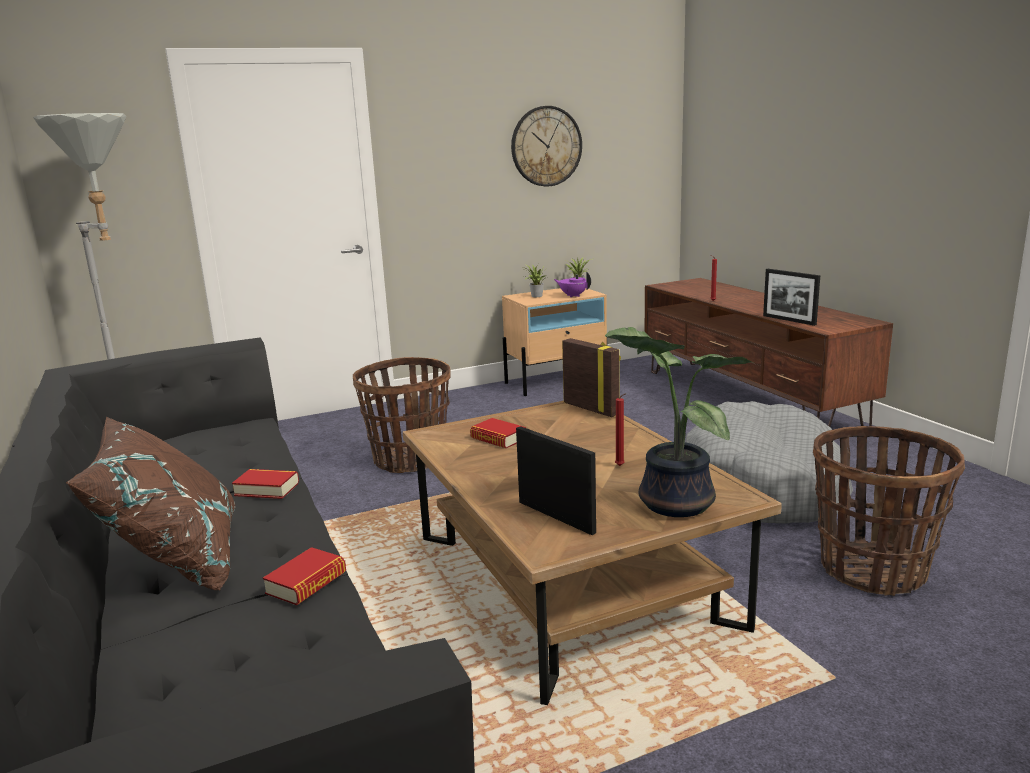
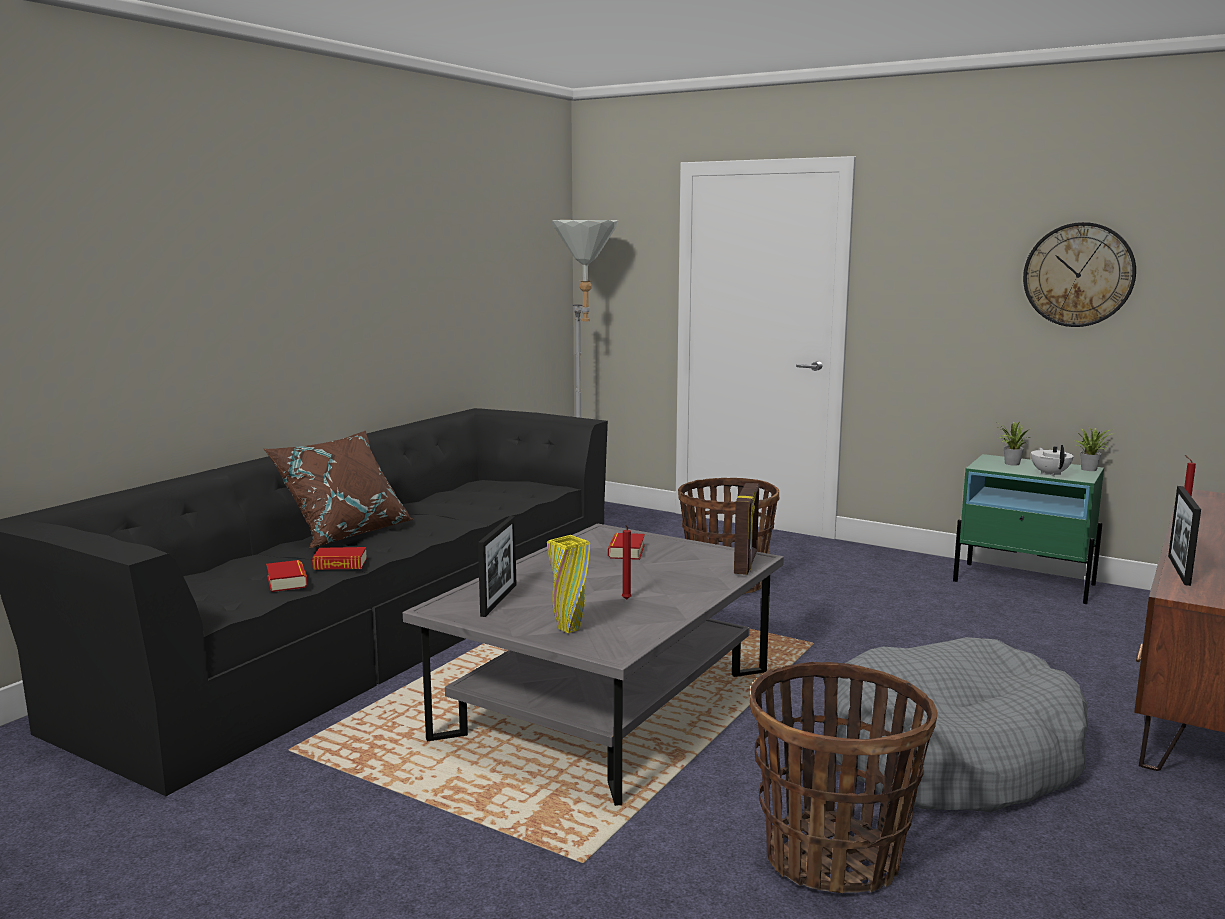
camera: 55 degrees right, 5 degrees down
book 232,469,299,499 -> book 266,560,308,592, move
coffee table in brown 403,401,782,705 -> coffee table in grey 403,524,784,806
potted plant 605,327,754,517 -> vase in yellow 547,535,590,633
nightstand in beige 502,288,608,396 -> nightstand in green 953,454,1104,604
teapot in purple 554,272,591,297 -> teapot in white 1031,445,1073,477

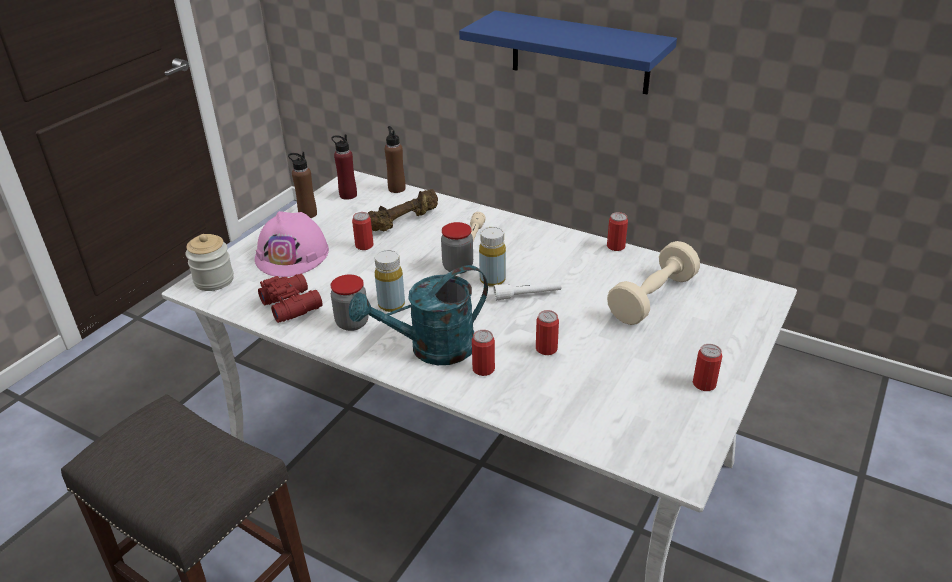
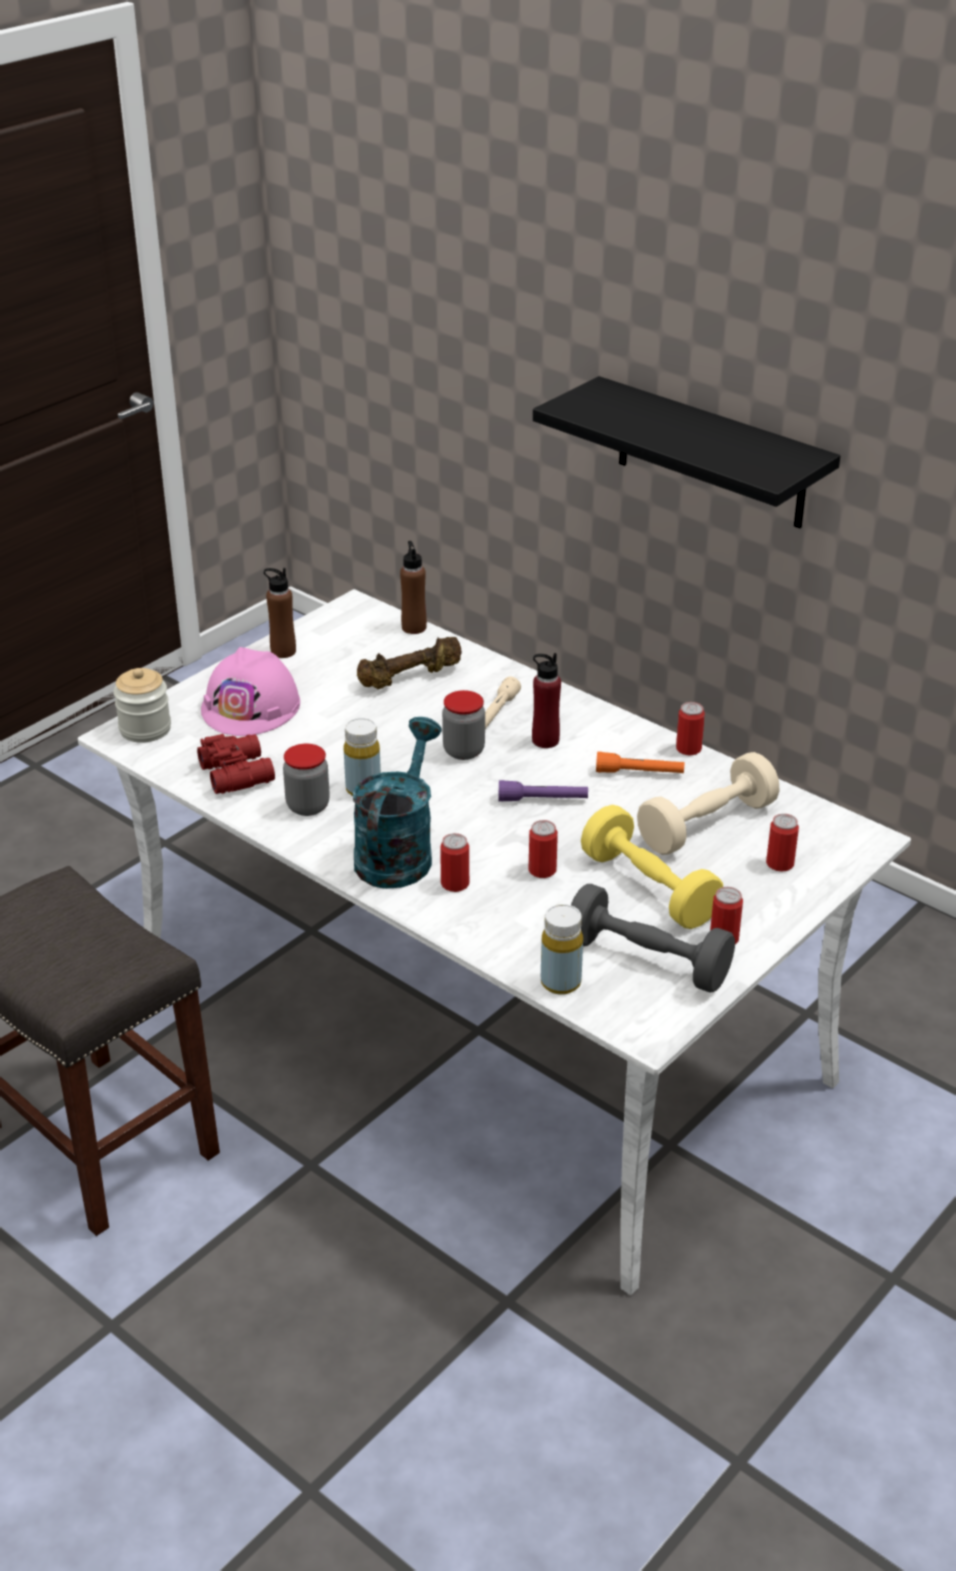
camera: 10 degrees right, 0 degrees up
watering can in turquoise 349,265,488,365 -> watering can in turquoise 353,717,442,889, 120 degrees clockwise
flashlight in white 494,282,561,301 -> flashlight in purple 499,780,588,802
bottle in red 331,134,357,200 -> bottle in red 532,653,561,748, move
shelf in blue 459,10,677,94 -> shelf in black 533,376,840,528
bottle in yellow 479,227,506,287 -> bottle in yellow 541,904,583,995, move
none -> dumbbell in grey 571,884,735,993
none -> dumbbell in yellow 581,805,723,929
none -> flashlight in orange 596,752,685,773
can 352,212,374,250 -> can 766,814,799,872, move

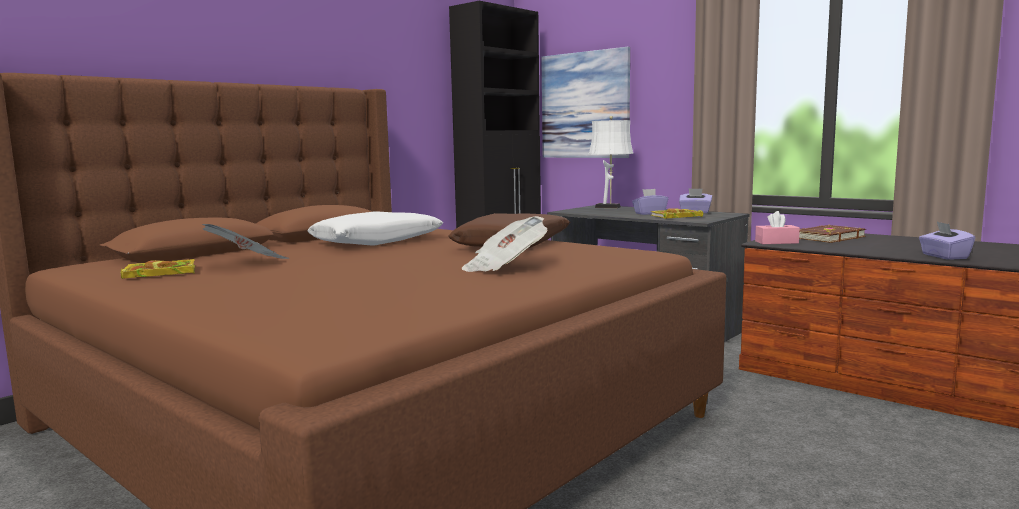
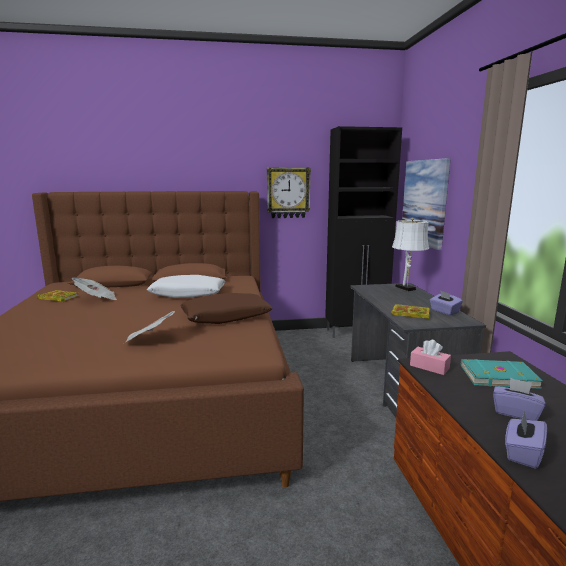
camera: 40 degrees right, 5 degrees up
none -> wall clock 267,168,311,218
book in brown 799,225,866,243 -> book in turquoise 461,359,543,389
tissue box in purple 632,189,668,215 -> tissue box in purple 493,378,546,421, move

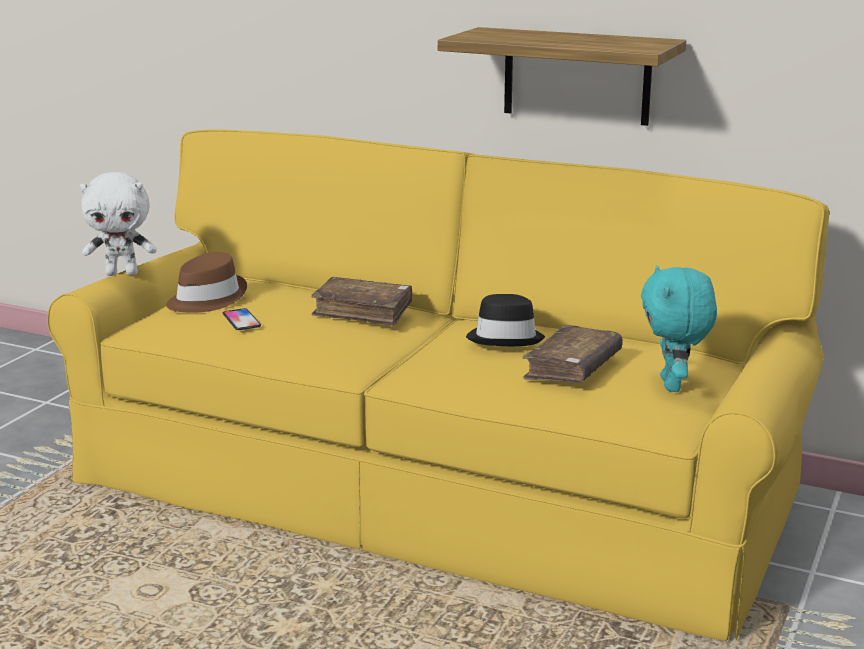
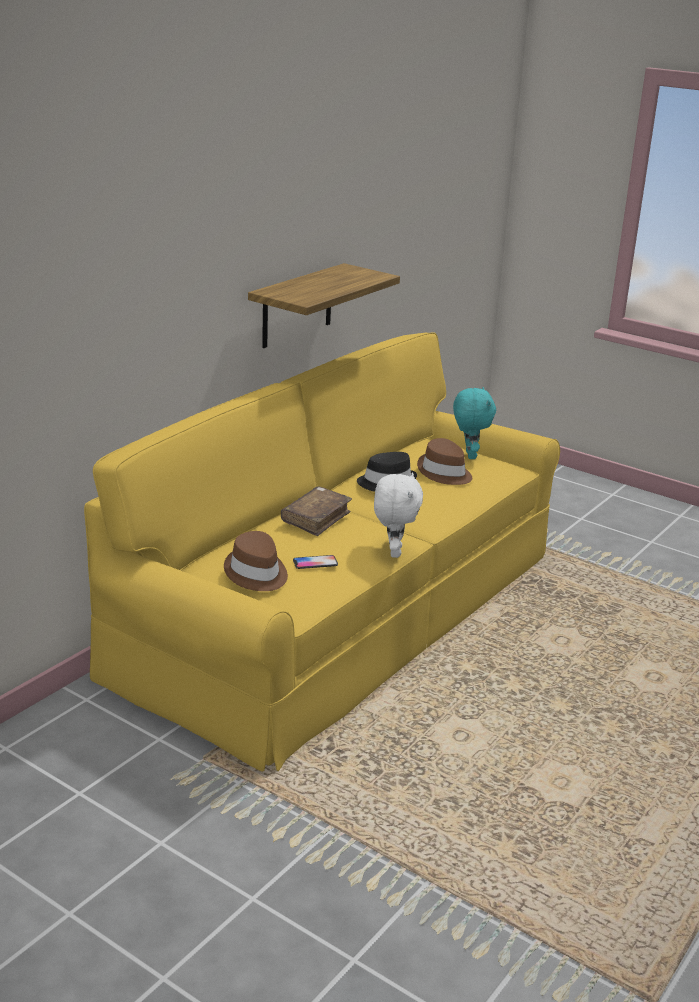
camera: 80 degrees left, 5 degrees up
plush toy in white 80,172,157,276 -> plush toy in white 374,472,423,558, move
book in brown 522,324,623,383 -> hat in brown 417,438,472,485
plush toy in turquoise 641,265,717,392 -> plush toy in turquoise 453,387,496,459, 105 degrees counterclockwise

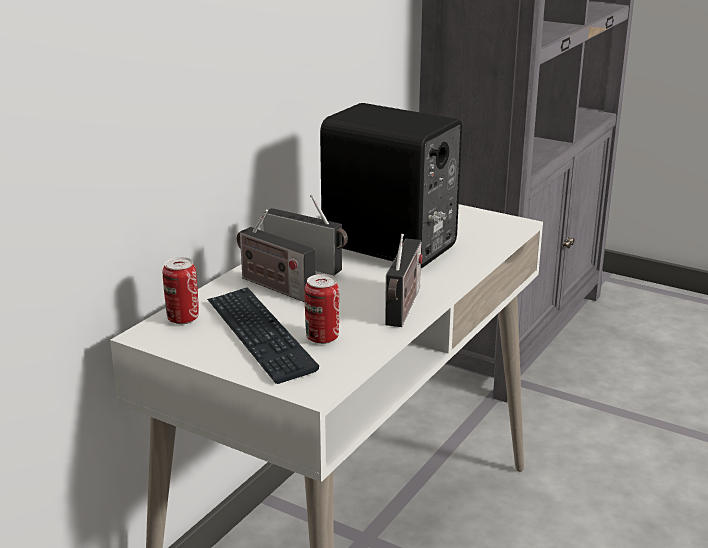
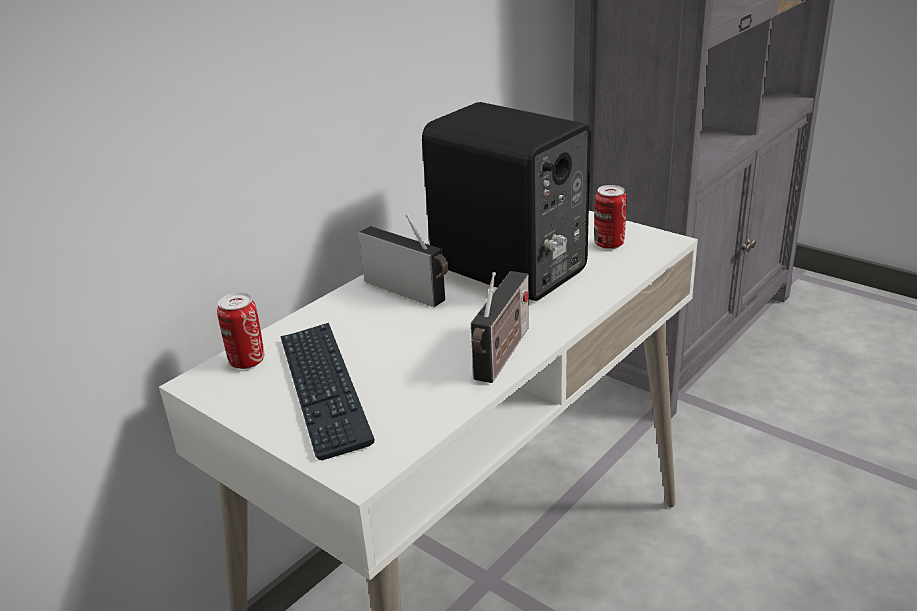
camera: 10 degrees right, 5 degrees up
can 305,274,339,344 -> can 594,185,627,249, move
radio 237,209,315,302 -> none

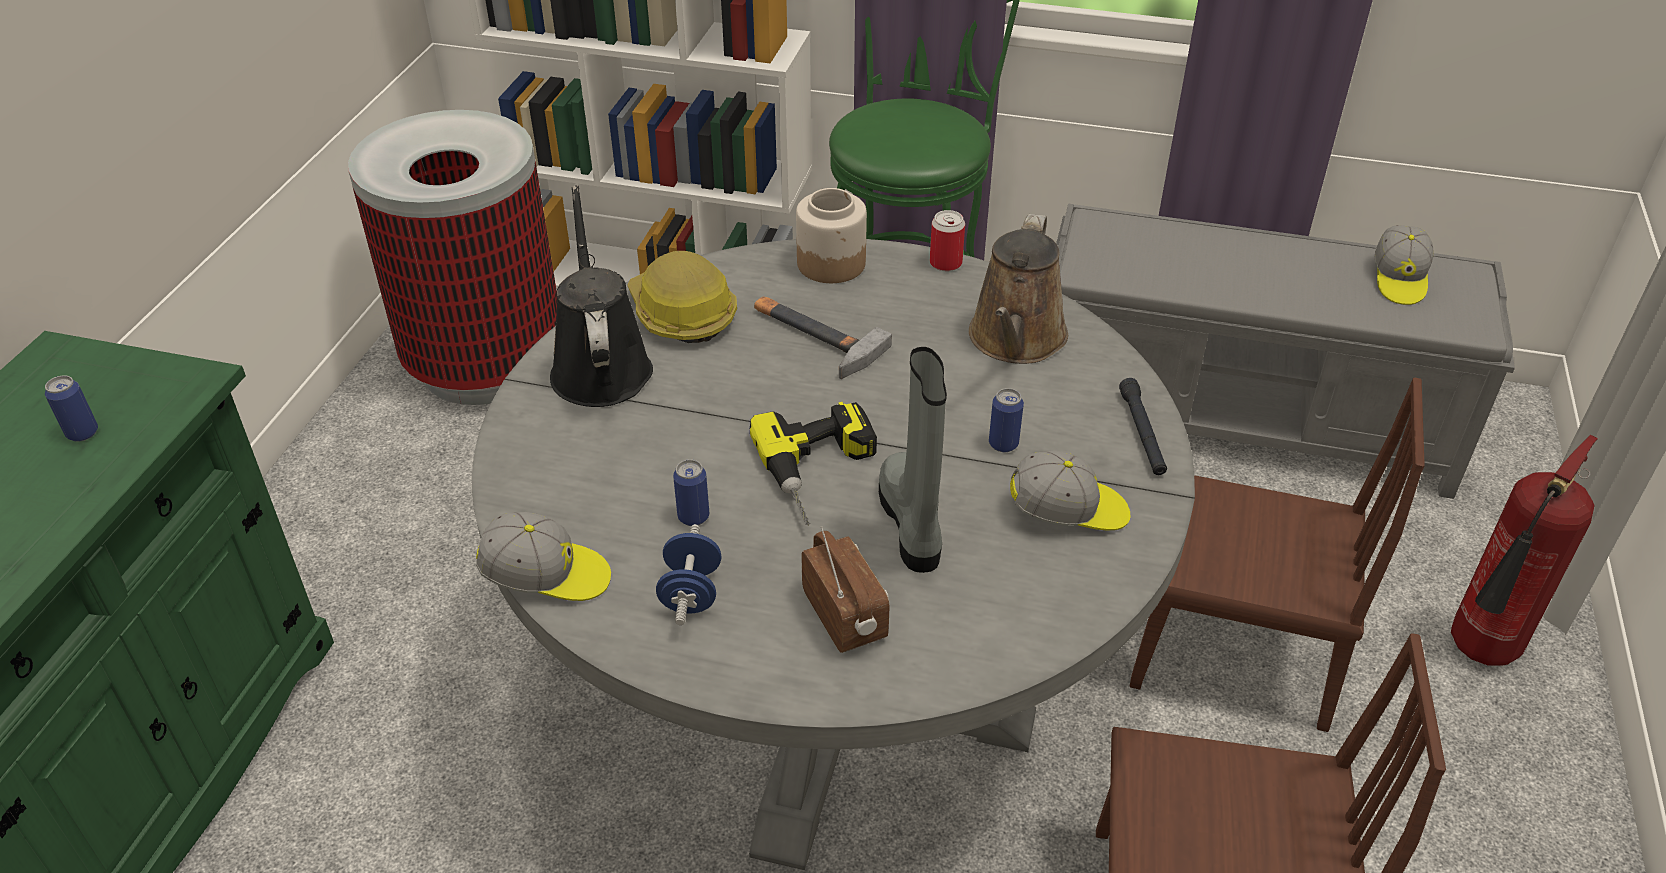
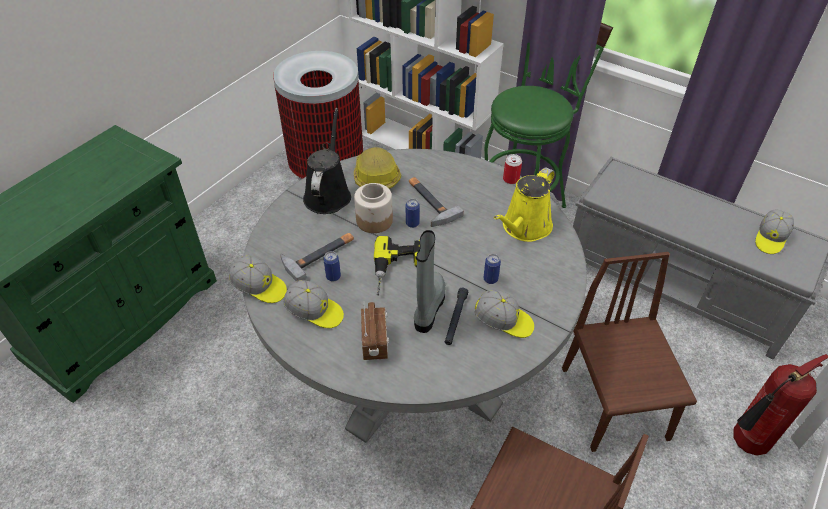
camera: 20 degrees right, 5 degrees up
none -> hammer 280,233,354,281
dumbbell in blue 656,524,722,625 -> cap 283,280,344,328
jar 796,188,867,283 -> jar 354,183,393,233, move
can 45,375,98,442 -> can 406,199,420,228, move
flashlight in black 1119,378,1167,475 -> flashlight in black 445,288,468,345, move
watering can in brown 969,214,1068,364 -> watering can in yellow 494,167,555,242
chair in brown 1129,378,1425,732 -> chair in brown 562,252,697,452, 135 degrees counterclockwise

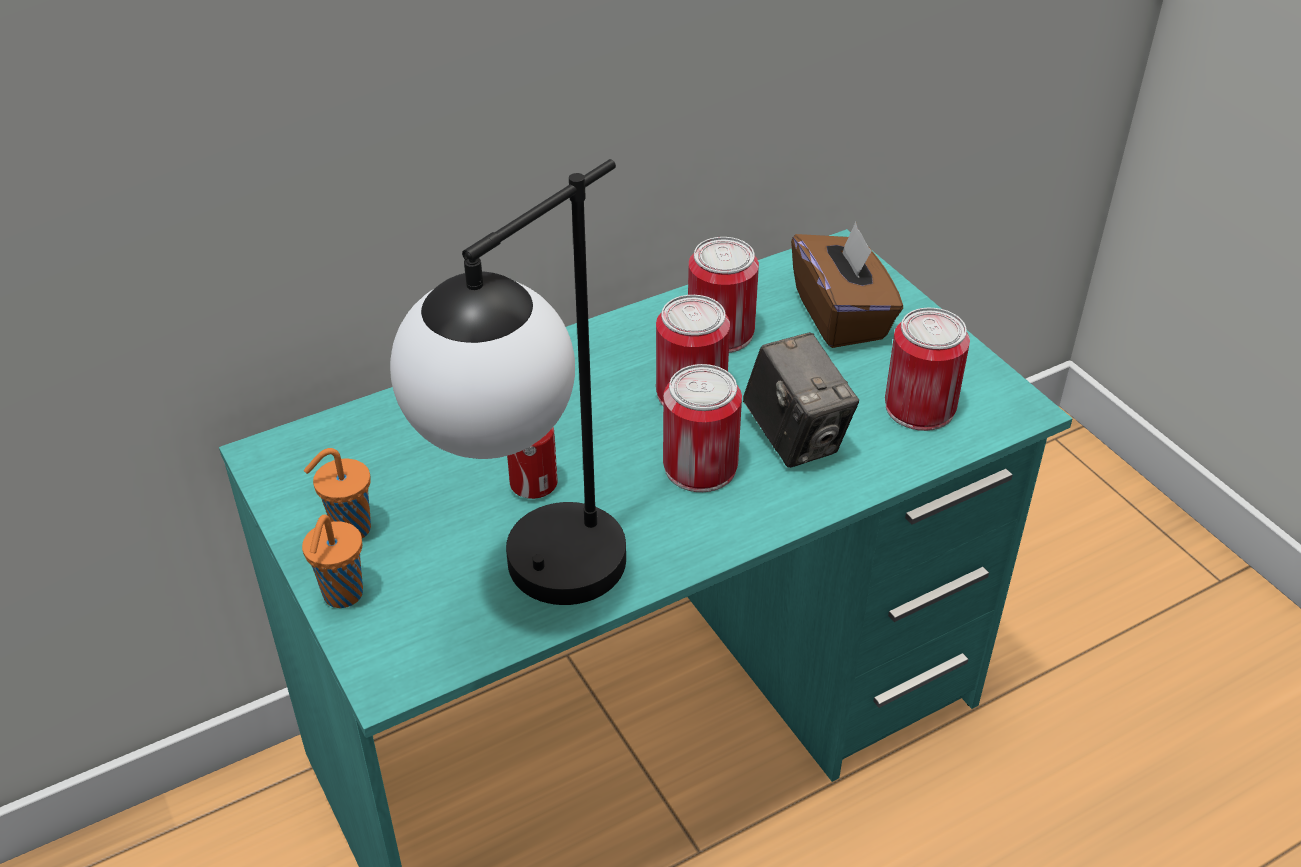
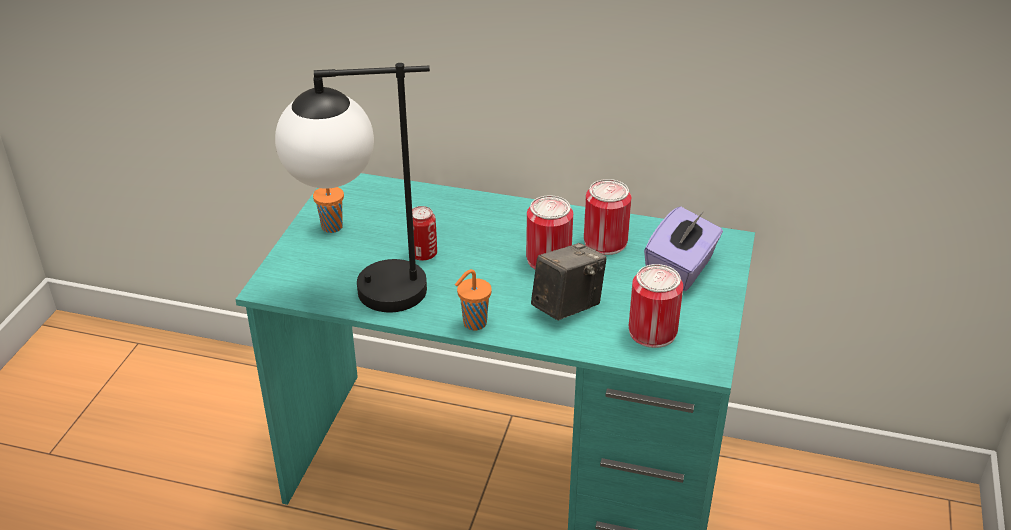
camera: 45 degrees right, 5 degrees down
cup in orange 302,514,363,608 -> cup in orange 455,269,492,330, move
photo camera 743,332,859,468 -> photo camera 531,243,607,320, 150 degrees counterclockwise
tissue box in brown 791,222,903,348 -> tissue box in purple 644,207,723,291
can 663,364,742,492 -> none

